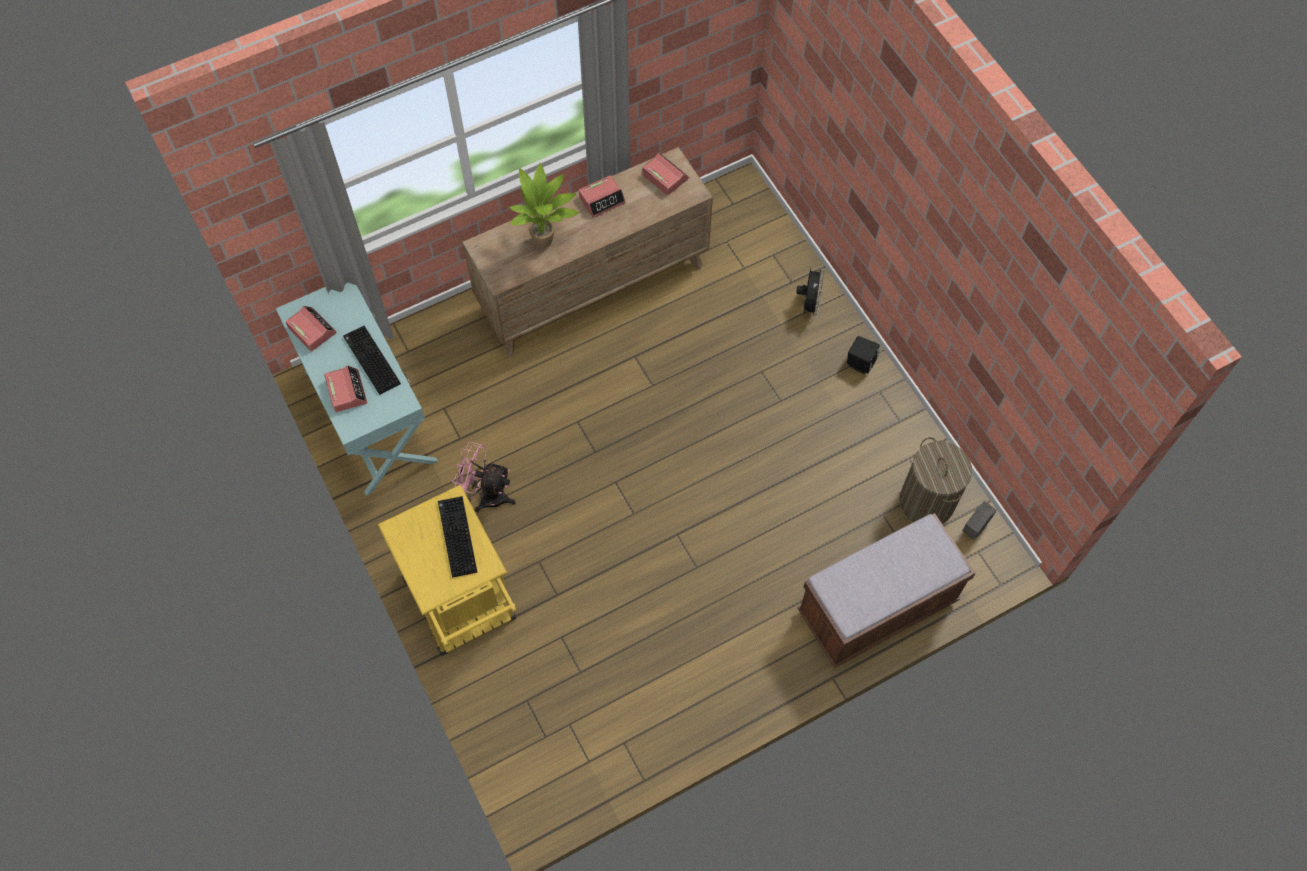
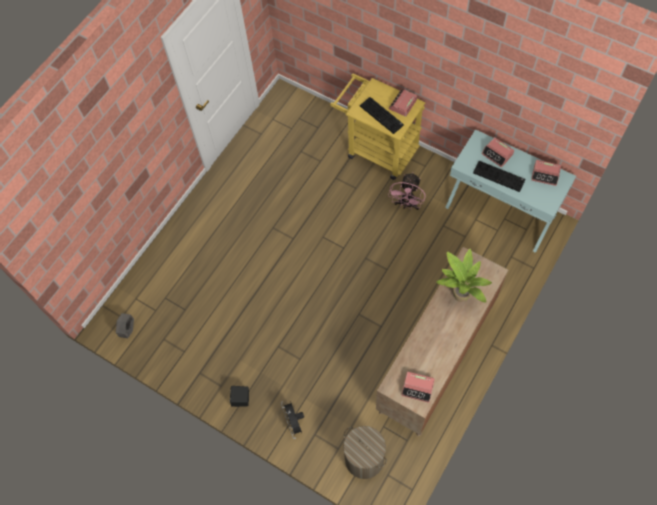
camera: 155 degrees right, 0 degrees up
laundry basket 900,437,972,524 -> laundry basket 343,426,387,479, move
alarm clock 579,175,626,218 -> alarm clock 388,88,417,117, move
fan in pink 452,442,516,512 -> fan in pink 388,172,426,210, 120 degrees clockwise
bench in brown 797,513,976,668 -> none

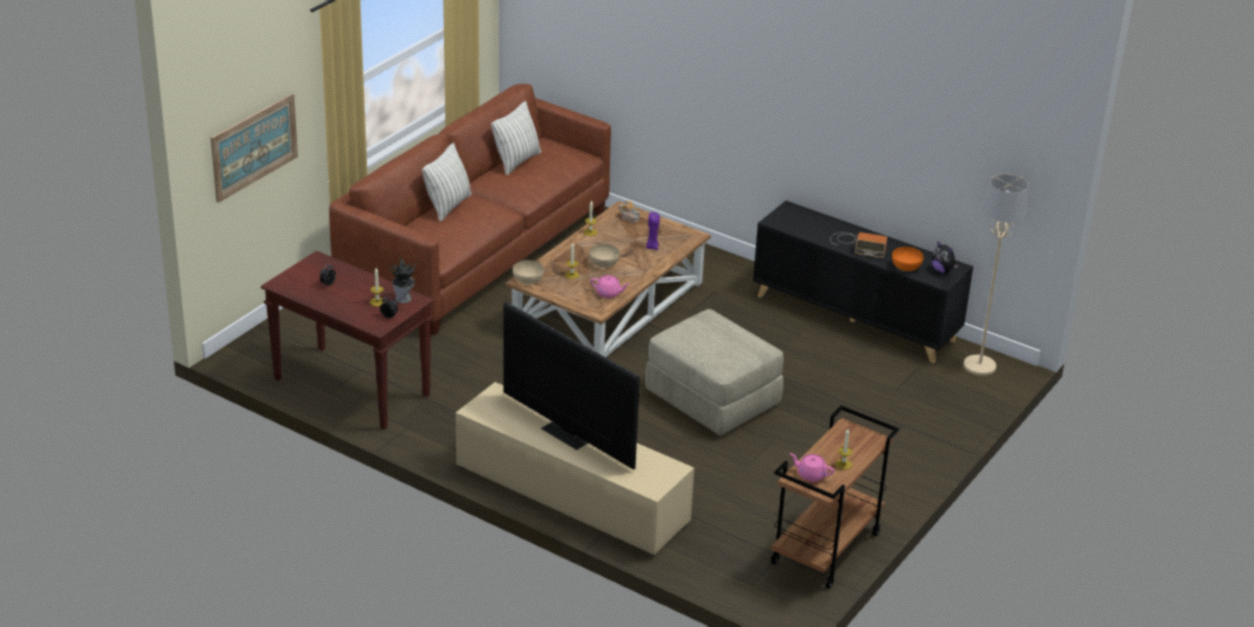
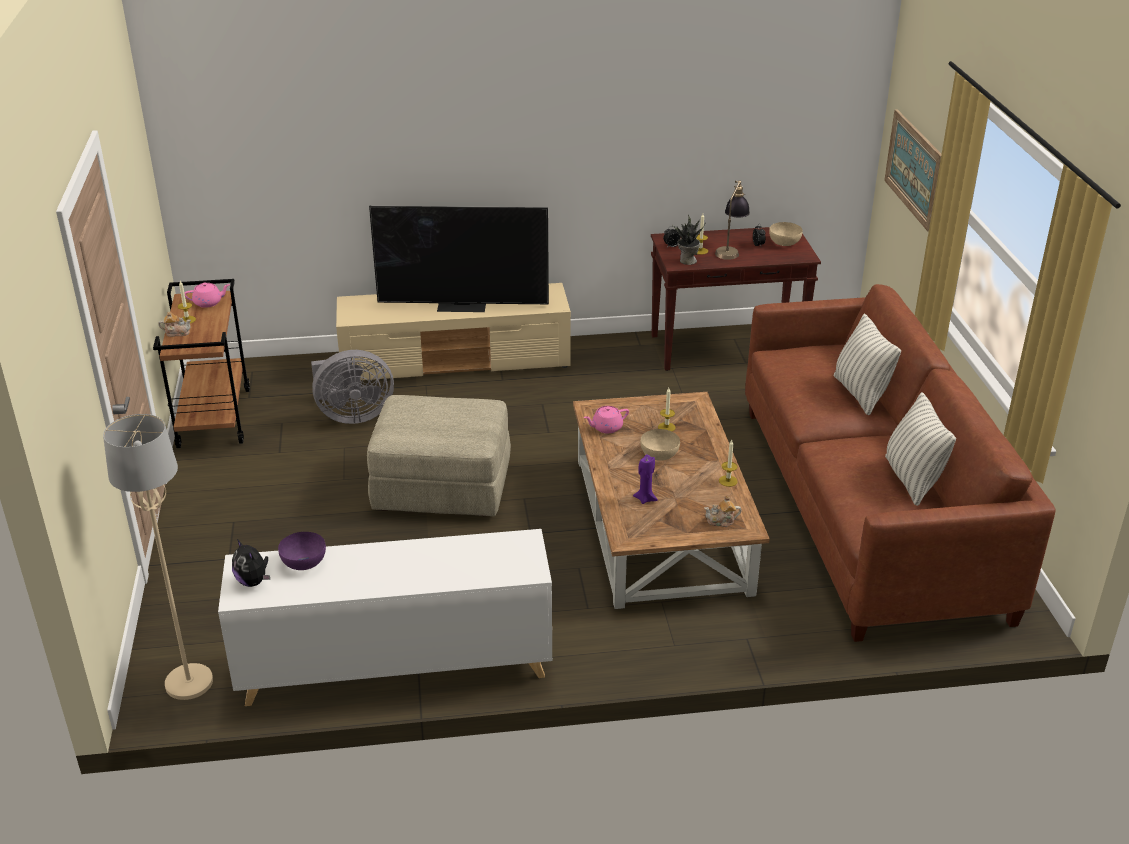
camera: 140 degrees right, 0 degrees up
none -> teapot 158,312,191,337
cabinet in black 753,201,973,363 -> cabinet in white 218,529,552,706
plush toy 931,241,959,273 -> plush toy 232,539,270,587, 135 degrees counterclockwise
bowl in orange 892,247,924,271 -> bowl in purple 278,532,326,570
none -> fan in grey 311,350,394,424
none -> table lamp 715,181,750,260
bowl in beige 513,260,544,285 -> bowl in beige 769,222,803,246, move
radio 830,232,887,258 -> none

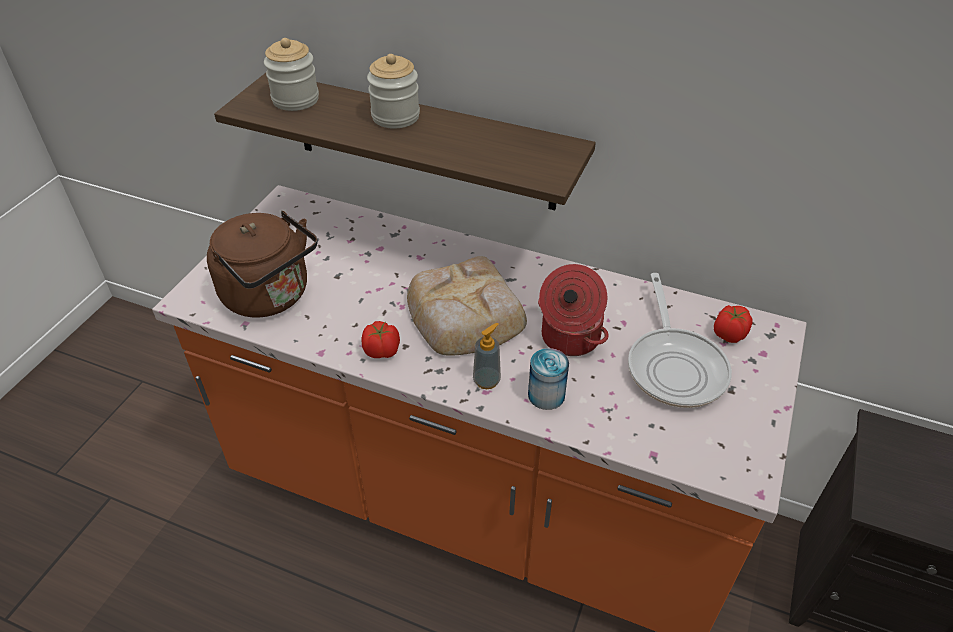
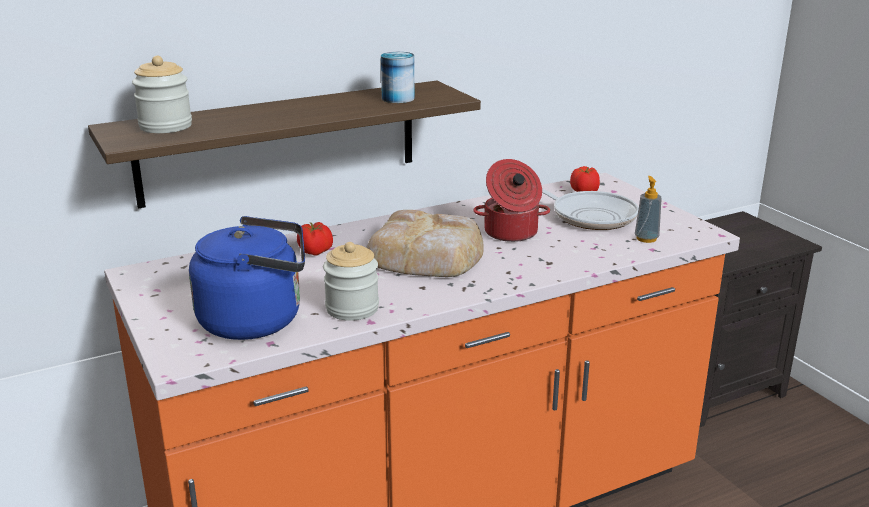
camera: 50 degrees left, 20 degrees down
kettle in brown 207,211,318,318 -> kettle in blue 189,216,305,340
tomato 361,321,400,358 -> tomato 297,222,333,255, move
jar 367,54,420,129 -> jar 323,242,379,321, move
can 528,348,569,410 -> can 381,52,415,103, move
soap dispenser 473,323,501,389 -> soap dispenser 635,176,662,243, move

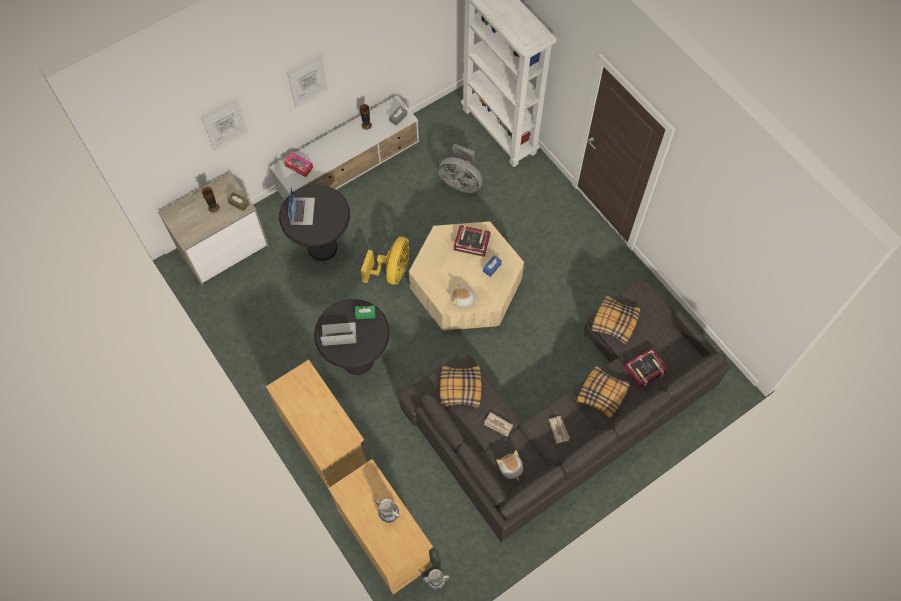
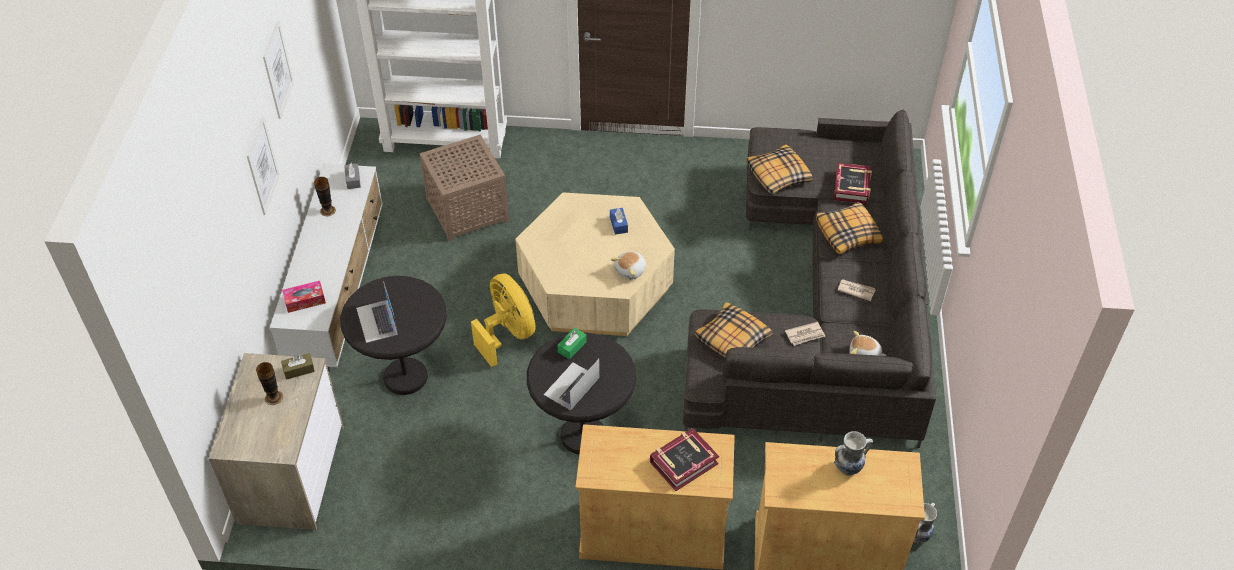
camera: 50 degrees left, 15 degrees down
picture 201,98,249,151 -> picture 263,20,294,119, move
laptop 288,188,315,225 -> laptop 356,281,398,343, 150 degrees counterclockwise
fan in grey 438,144,483,193 -> side table in brown 419,134,509,241
book 454,225,490,257 -> book 650,428,719,491, move

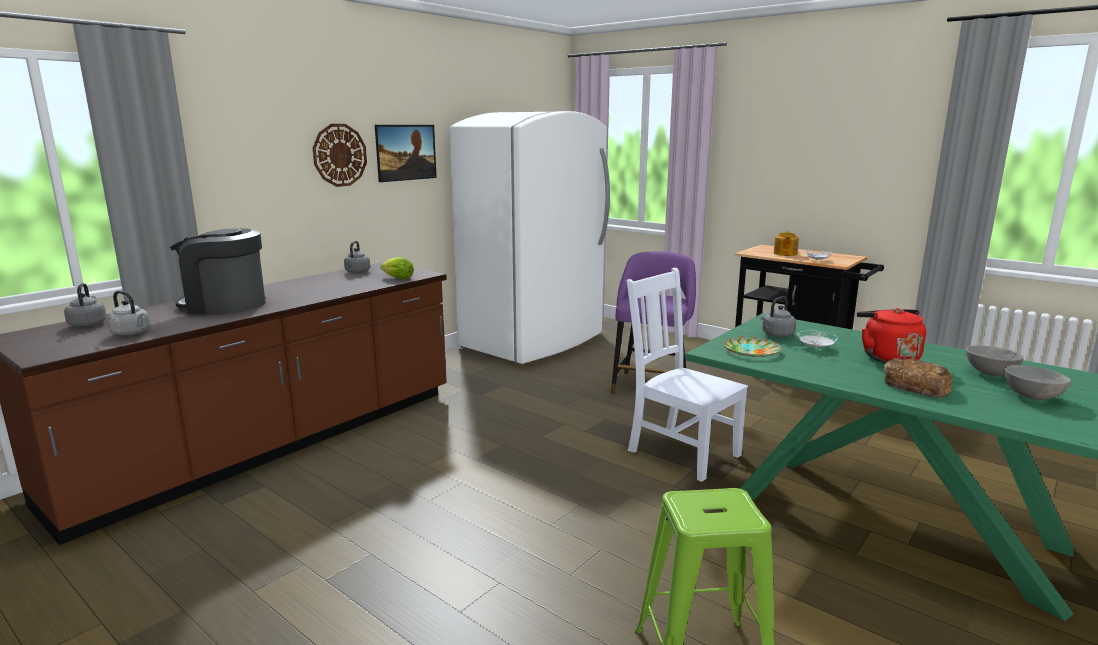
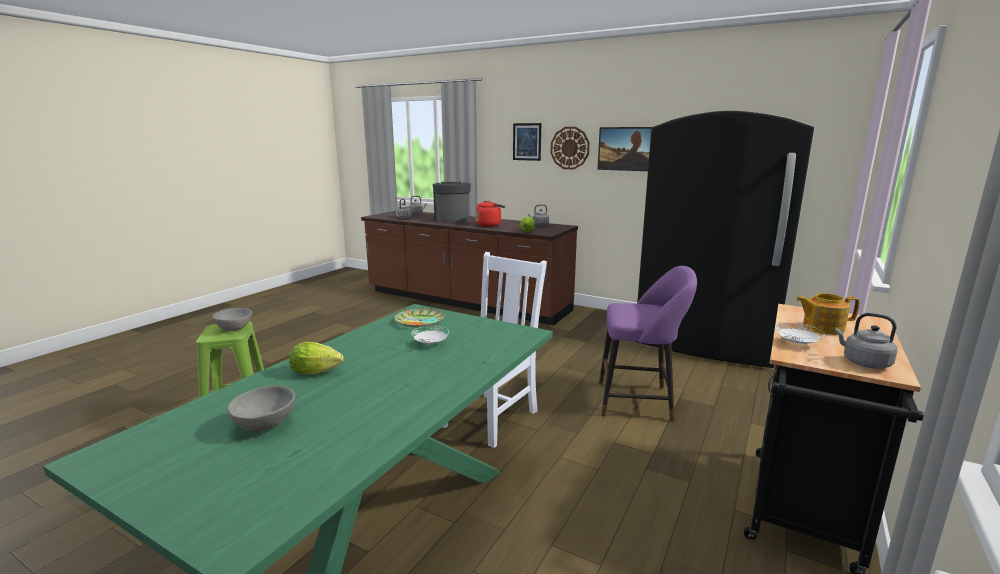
camera: 80 degrees right, 0 degrees up
bowl in grey 966,346,1024,376 -> bowl in grey 213,308,252,331, move
bread 884,358,953,398 -> lettuce 289,342,344,374
kettle in red 857,308,926,363 -> kettle in red 476,201,505,227, move
none -> picture 513,123,541,161
fridge in white 449,111,610,364 -> fridge in black 635,111,815,368
kettle in grey 761,296,796,337 -> kettle in grey 835,313,897,369, move

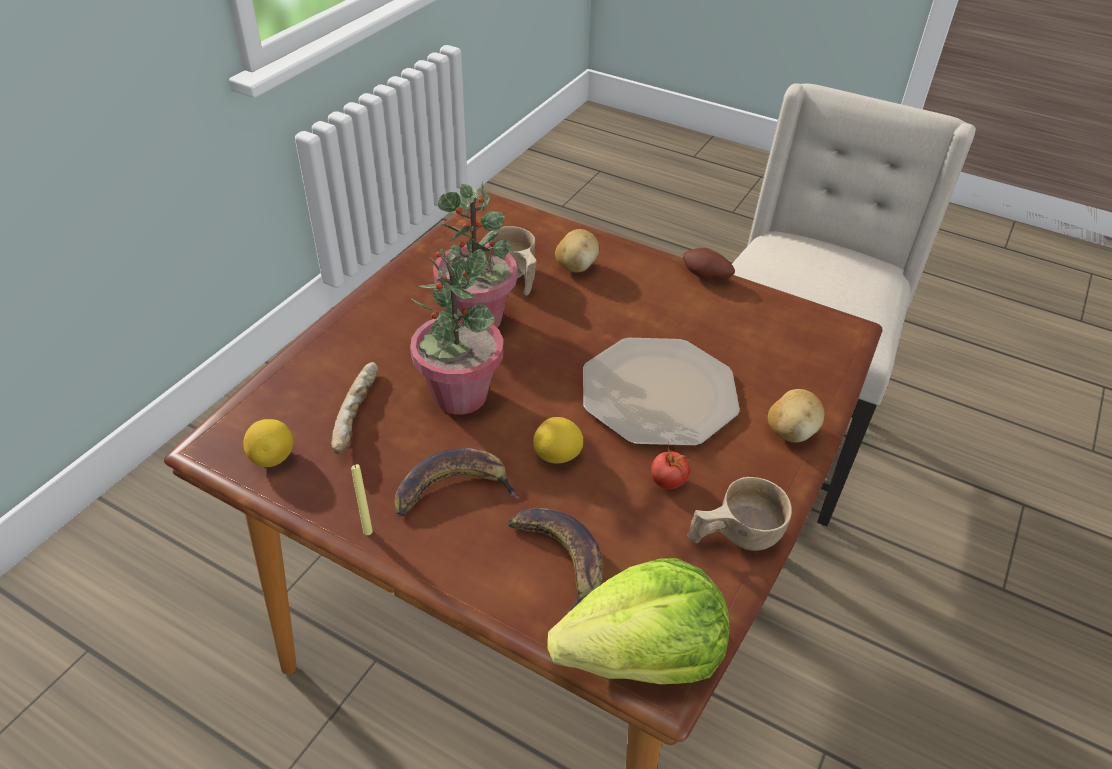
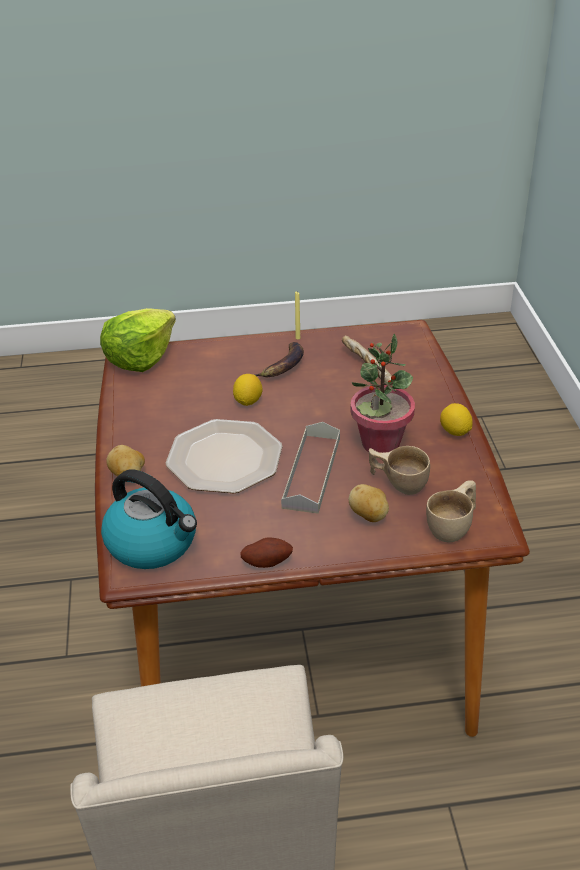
camera: 145 degrees right, 5 degrees down
none -> kettle 101,469,197,569
none -> tray in grey 281,422,340,514
cup in beige 687,477,792,551 -> cup in beige 426,480,476,542, move
lemon 243,419,293,467 -> lemon 440,403,473,436, move
potted plant 410,249,503,415 -> none
banana 507,508,604,614 -> none
tomato 651,442,690,489 -> none

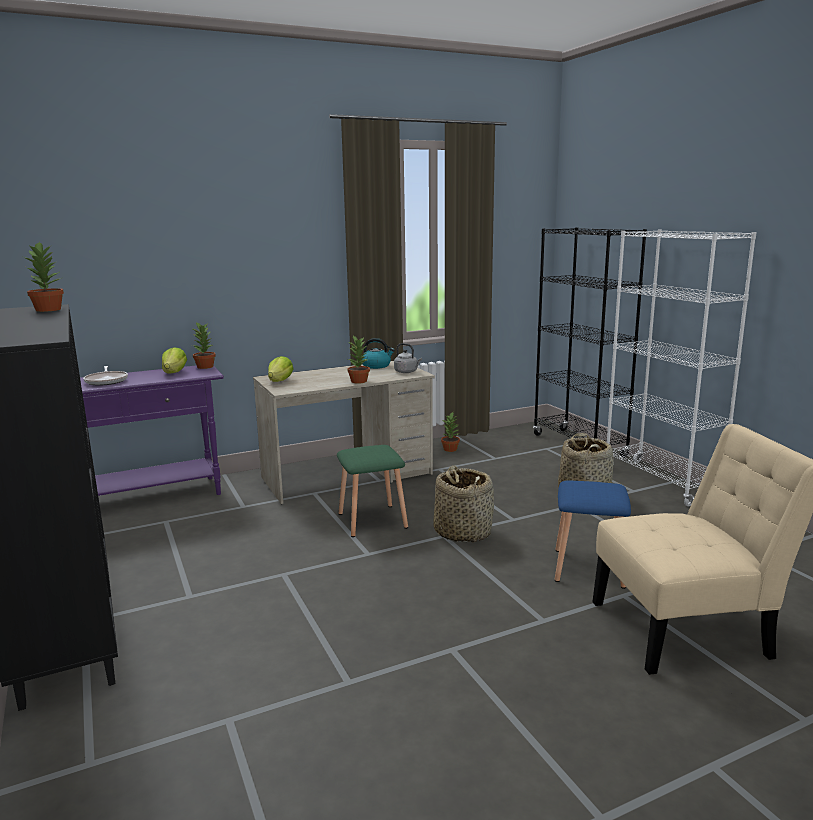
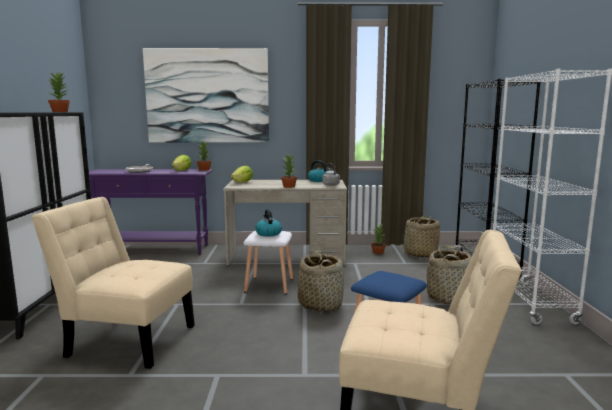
camera: 25 degrees right, 5 degrees down
none -> chair in beige 32,197,195,369
none -> picture 143,48,269,142
stool in green 337,445,408,537 -> stool in white 244,231,293,294
none -> kettle 255,209,282,237
none -> basket 402,215,440,258

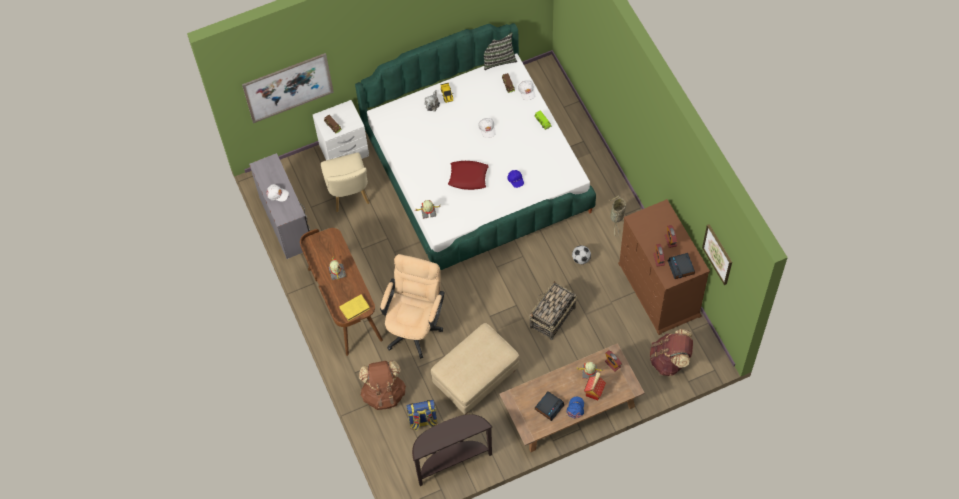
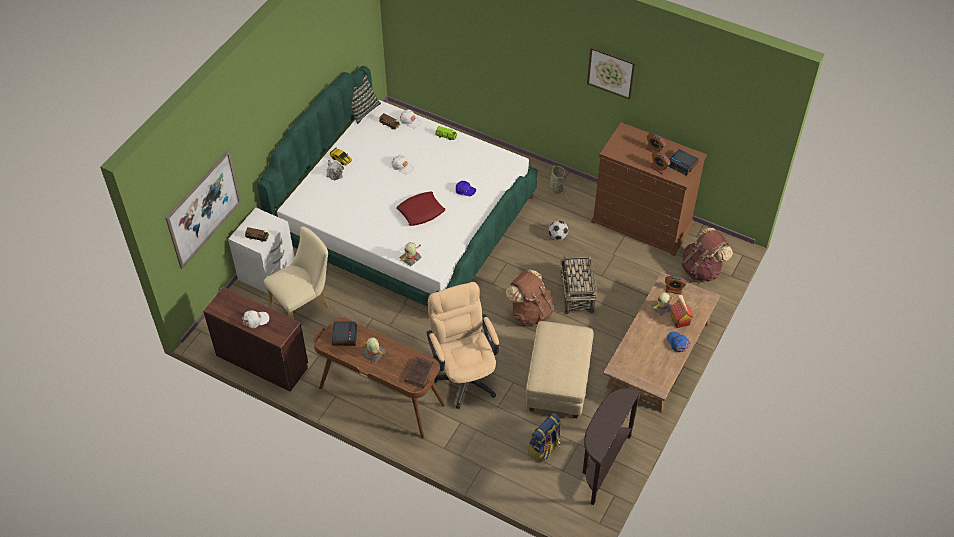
camera: 40 degrees left, 10 degrees down
desk in grey 249,153,310,259 -> desk in brown 203,287,308,392
chair in beige 321,153,369,212 -> chair in beige 264,226,329,319, 75 degrees counterclockwise
alarm clock 535,391,564,421 -> alarm clock 332,321,357,346, move
book in yellow 339,295,370,321 -> book in brown 404,357,434,388
backpack in brown 359,361,406,410 -> backpack in brown 506,269,554,325, move
picture 702,224,732,285 -> picture 587,47,636,100, move

